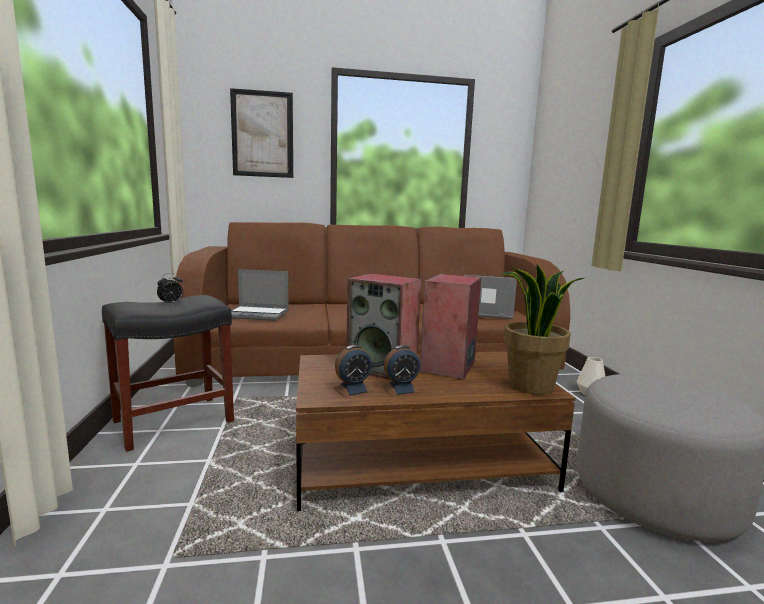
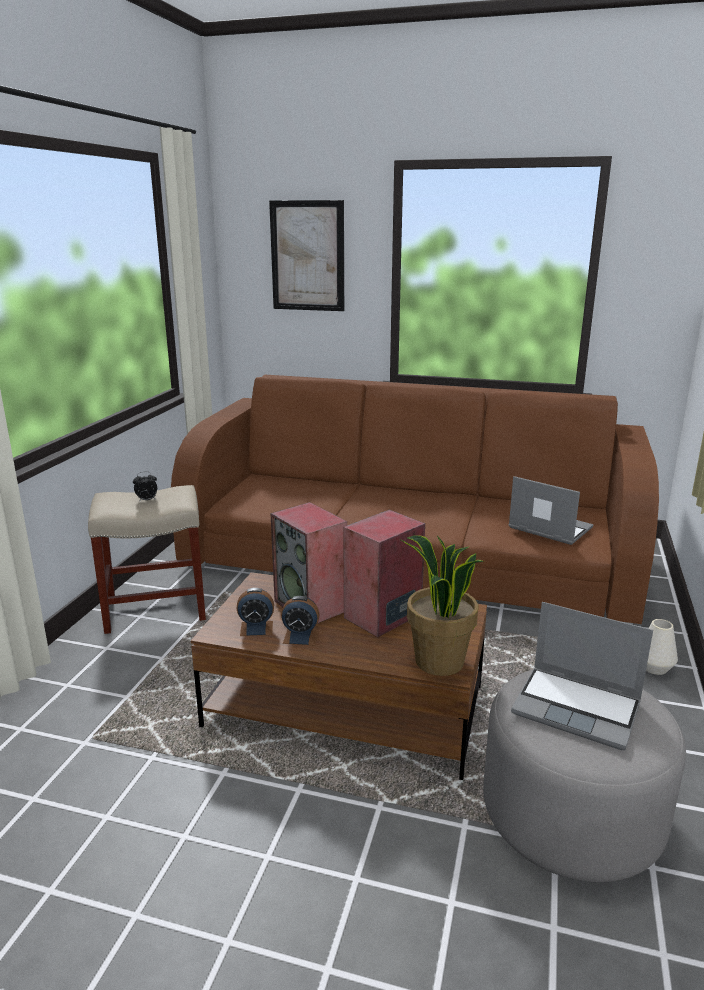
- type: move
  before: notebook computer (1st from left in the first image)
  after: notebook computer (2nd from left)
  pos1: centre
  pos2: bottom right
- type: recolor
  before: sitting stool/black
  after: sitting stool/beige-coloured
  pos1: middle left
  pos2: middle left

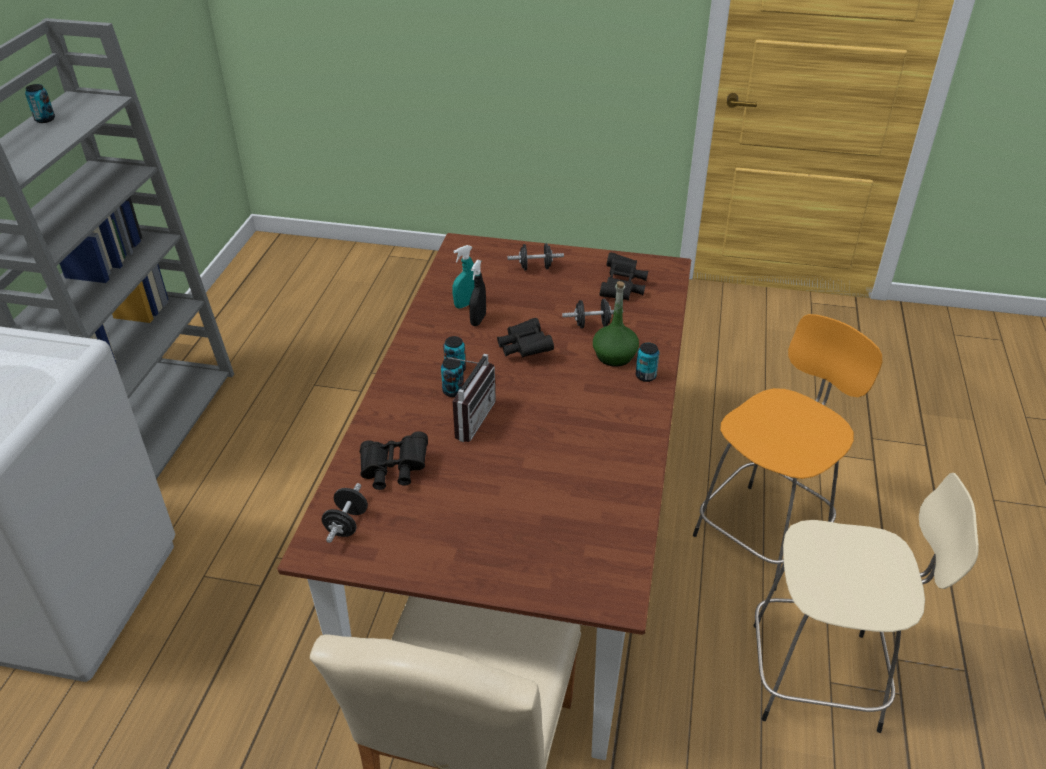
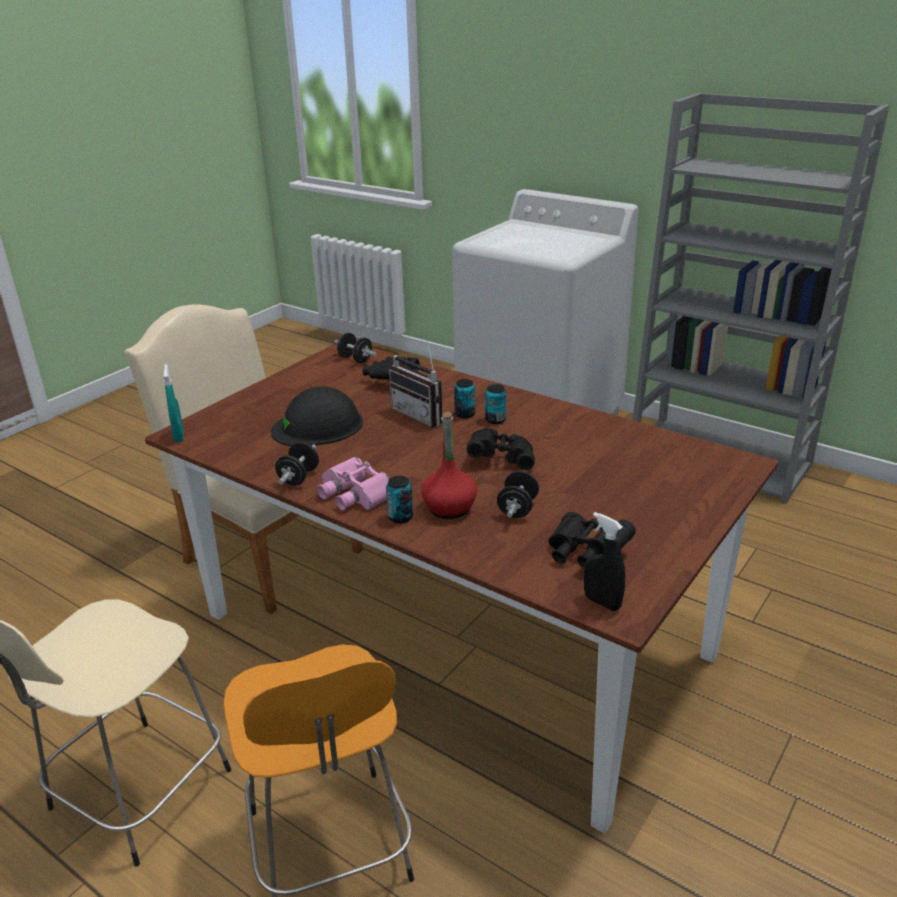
- type: delete
  before: metal can (1st from left)
  pos1: top left
- type: insert
  after: hard hat/black
  pos2: centre
- type: insert
  after: binoculars/pink
  pos2: centre
- type: move
  before: hand sprayer/blue-green
  pos1: centre
  pos2: middle left
- type: move
  before: hand sprayer/black
  pos1: centre
  pos2: middle right
- type: move
  before: free weight/black (2nd from left in the first image)
  after: free weight/black (1st from left)
  pos1: centre
  pos2: middle left
- type: recolor
  before: drink bottle/green
  after: drink bottle/reddish
  pos1: centre
  pos2: centre

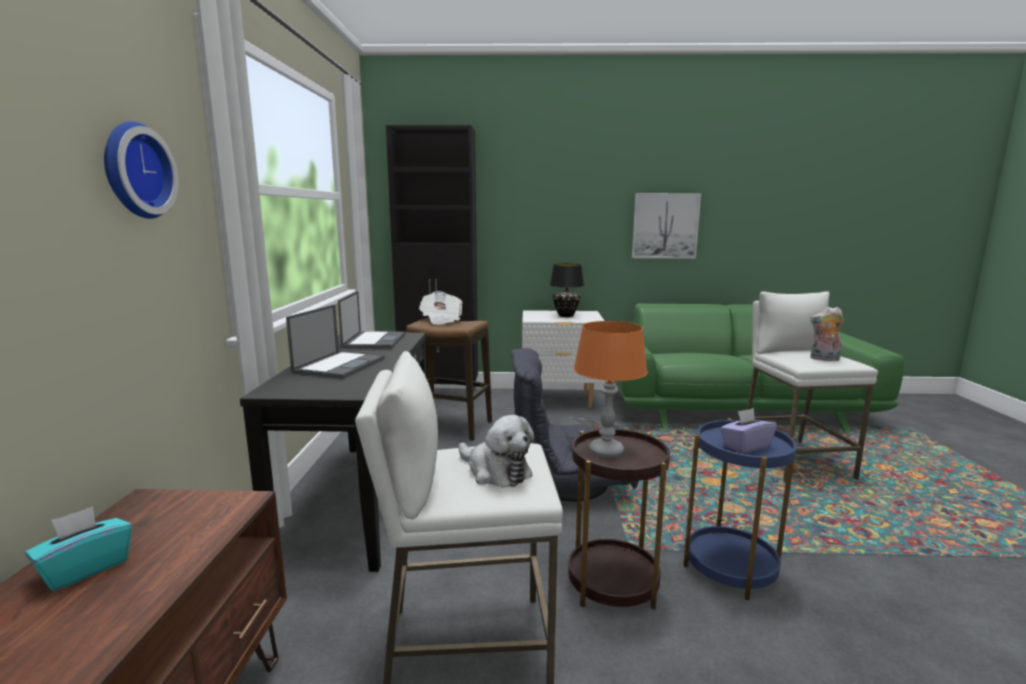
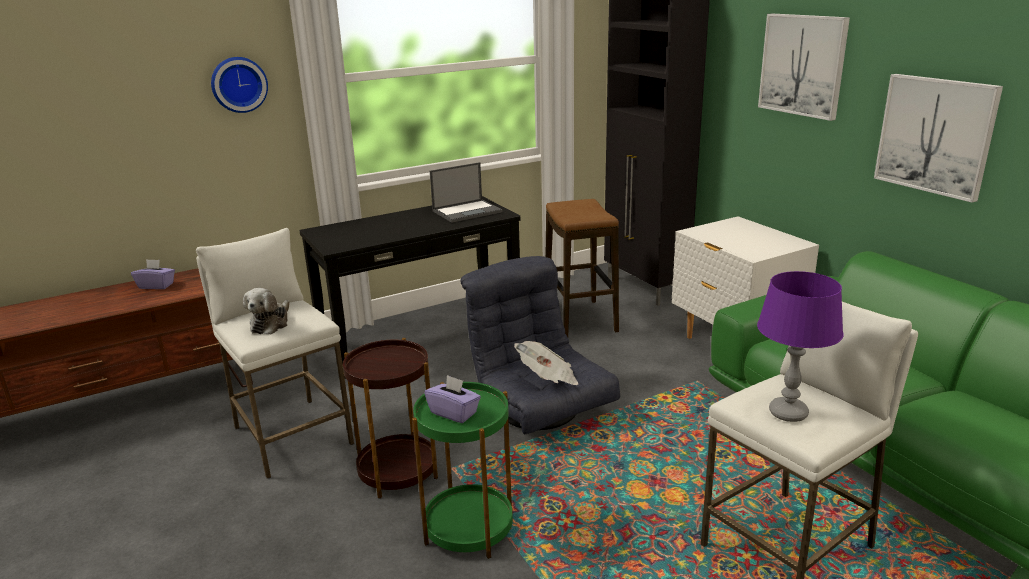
- type: delete
  before: notebook computer (1st from left)
  pos1: middle left
- type: delete
  before: daily paper (1st from left)
  pos1: centre
- type: delete
  before: tabletop lamp/black
  pos1: centre
- type: delete
  before: tabletop lamp/orange
  pos1: centre
- type: insert
  after: wall picture (1st from left)
  pos2: top right
- type: replace
  before: soft toy (2nd from left)
  after: tabletop lamp/purple
  pos1: middle right
  pos2: middle right
- type: recolor
  before: box of tissues/blue-green
  after: box of tissues/purple (1st from left)
  pos1: bottom left
  pos2: middle left
- type: recolor
  before: accent table/blue
  after: accent table/green
  pos1: bottom right
  pos2: bottom centre

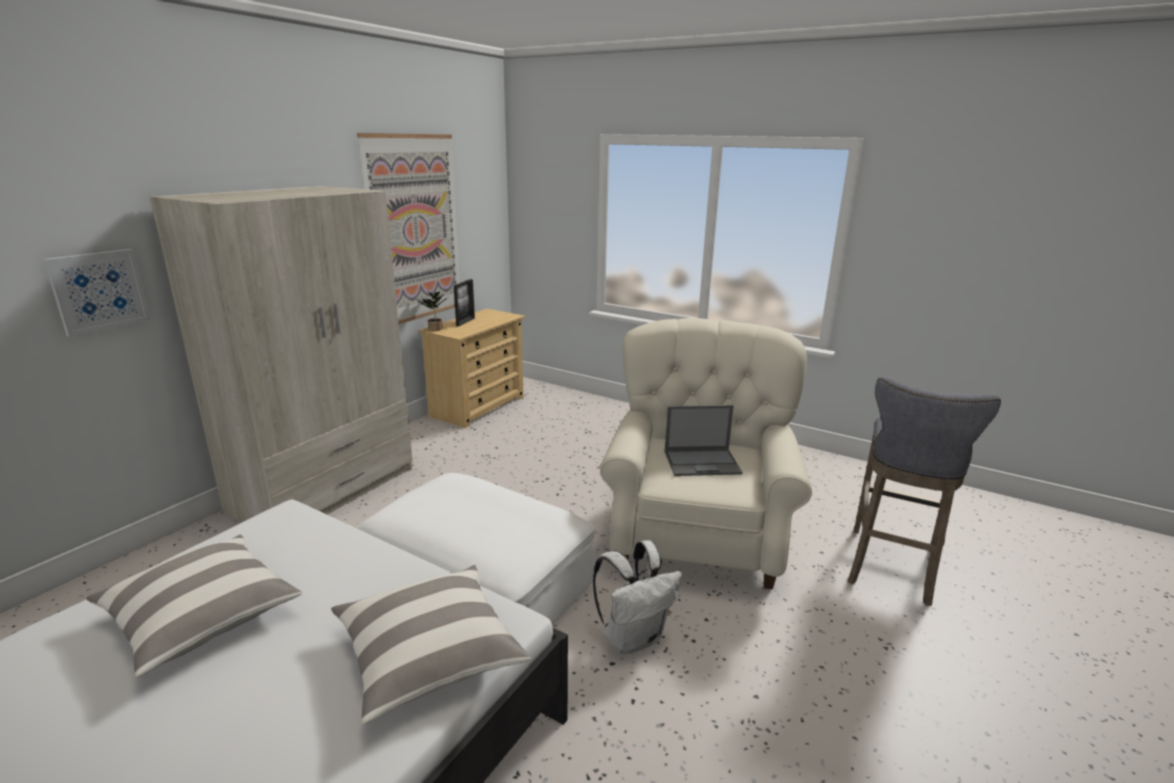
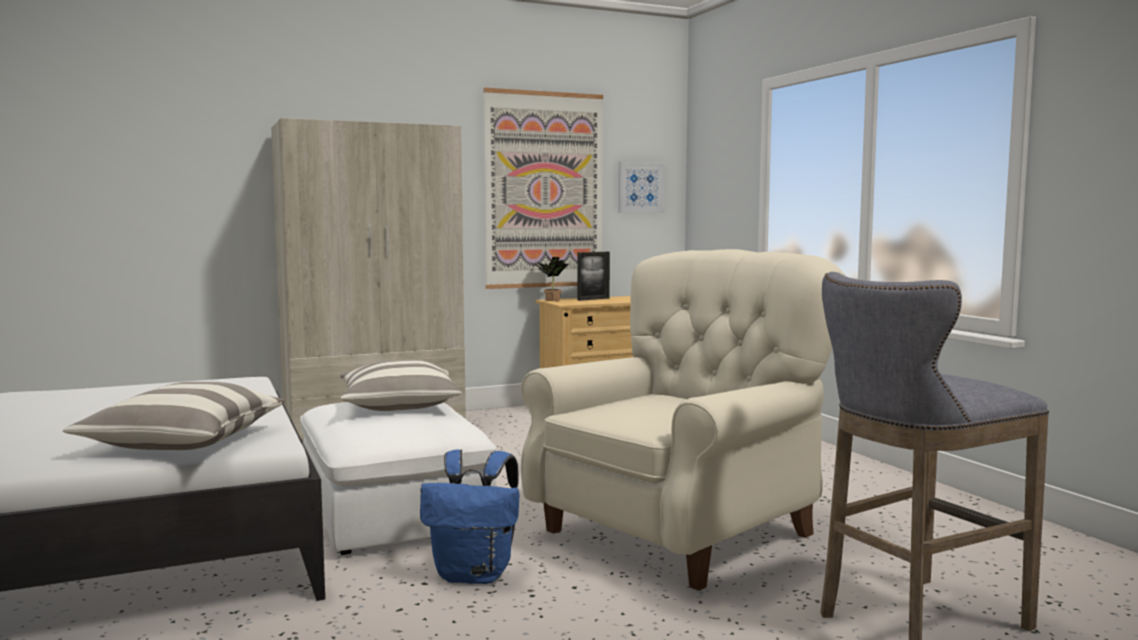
- type: delete
  before: notebook computer
  pos1: centre
- type: move
  before: wall picture (1st from left in the first image)
  after: wall picture (2nd from left)
  pos1: middle left
  pos2: top centre
- type: move
  before: cushion (1st from left in the first image)
  after: cushion (2nd from left)
  pos1: bottom left
  pos2: centre
- type: recolor
  before: rucksack/whitish
  after: rucksack/blue
  pos1: bottom centre
  pos2: bottom centre

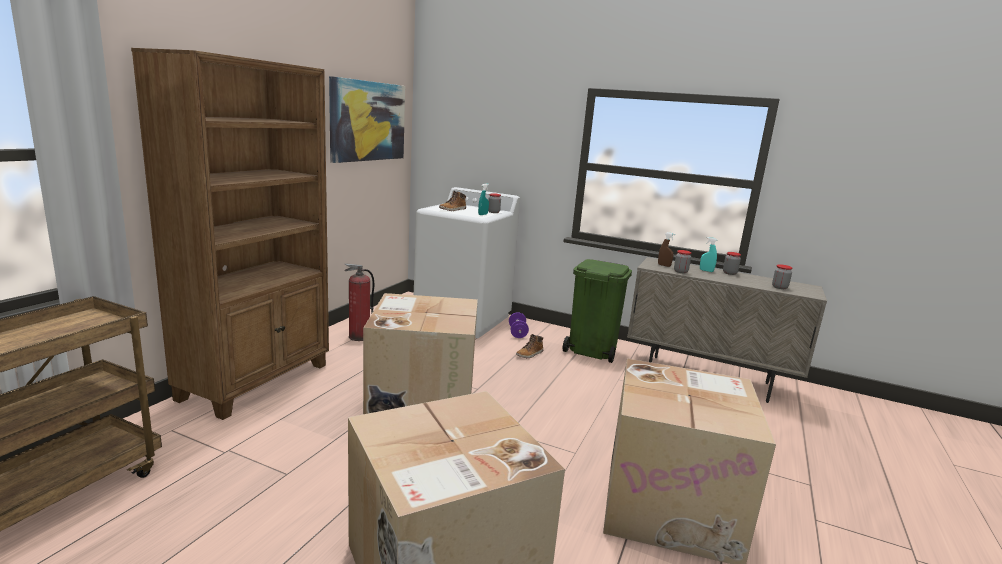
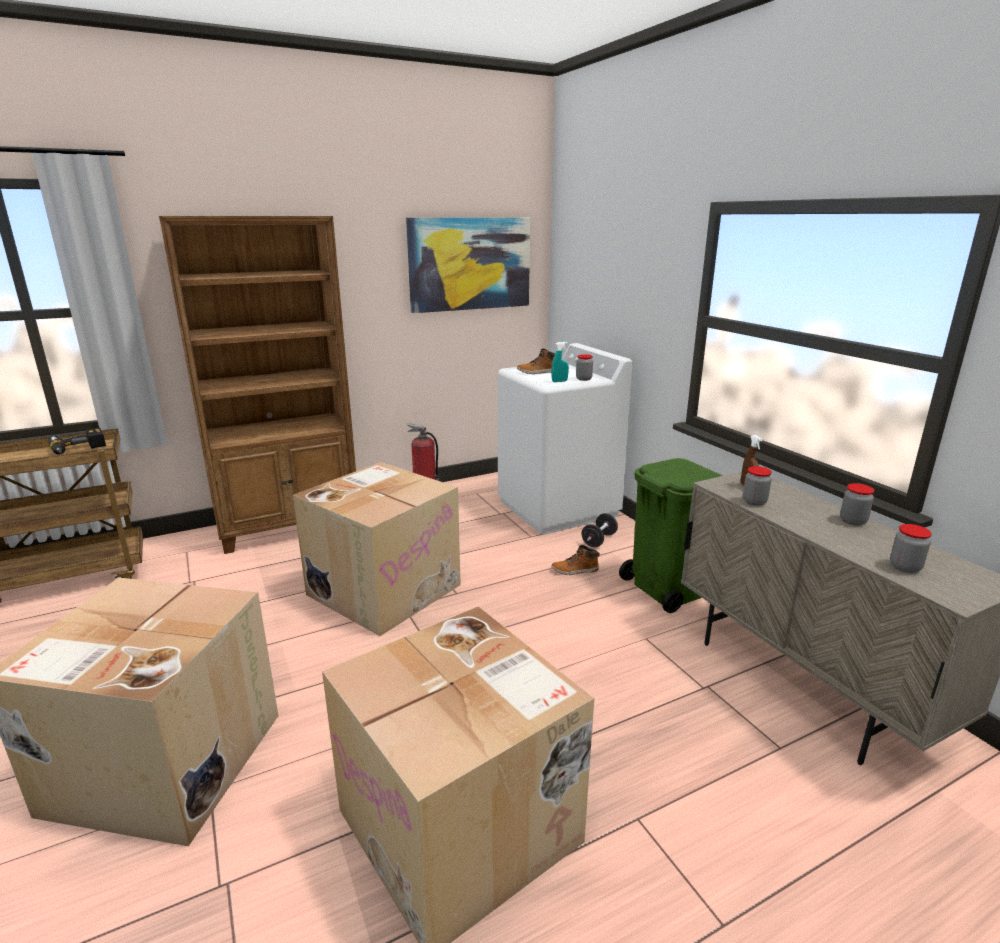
- type: delete
  before: hand sprayer/blue-green (2nd from left)
  pos1: middle right
- type: insert
  after: drill
  pos2: middle left
- type: recolor
  before: free weight/purple
  after: free weight/black
  pos1: centre
  pos2: centre

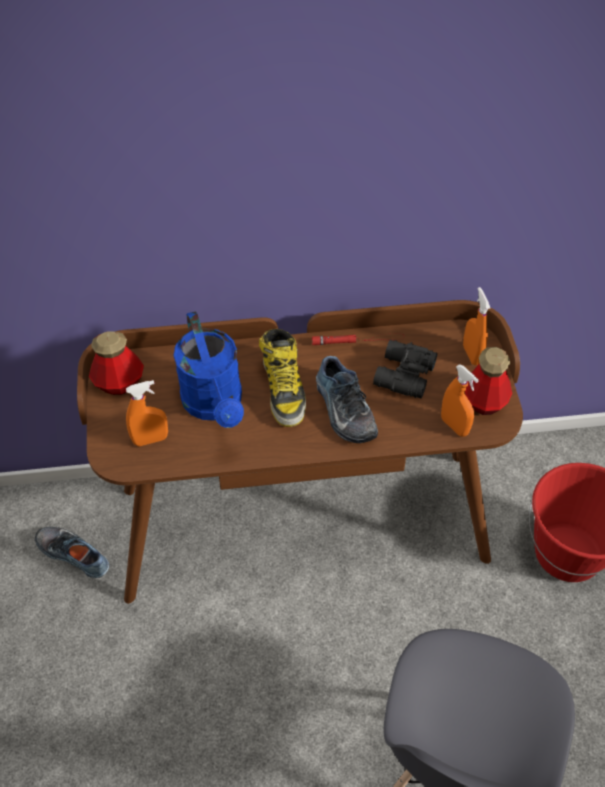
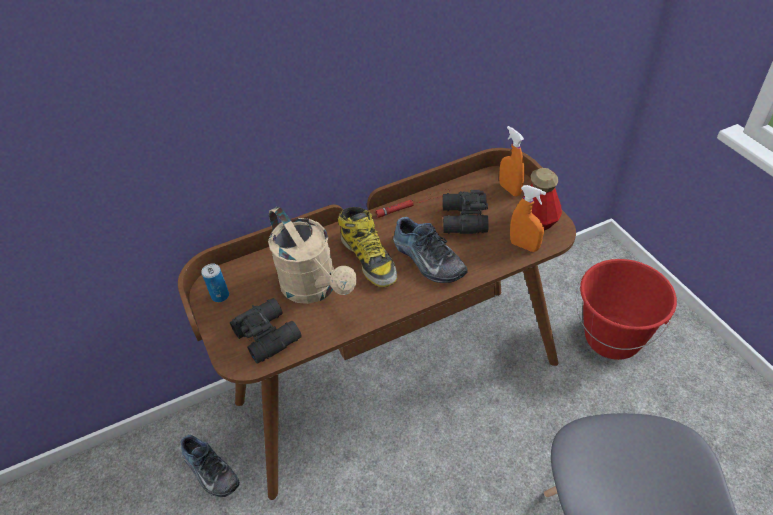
- type: replace
  before: drink bottle (1st from left)
  after: metal can
  pos1: middle left
  pos2: middle left
- type: replace
  before: hand sprayer/orange (1st from left)
  after: binoculars/black (1st from left)
  pos1: middle left
  pos2: centre
- type: recolor
  before: watering can/blue
  after: watering can/beige-coloured
  pos1: centre
  pos2: centre
- type: rotate
  before: item of footwear (1st from left)
  pos1: bottom left
  pos2: bottom left
  turn: -150

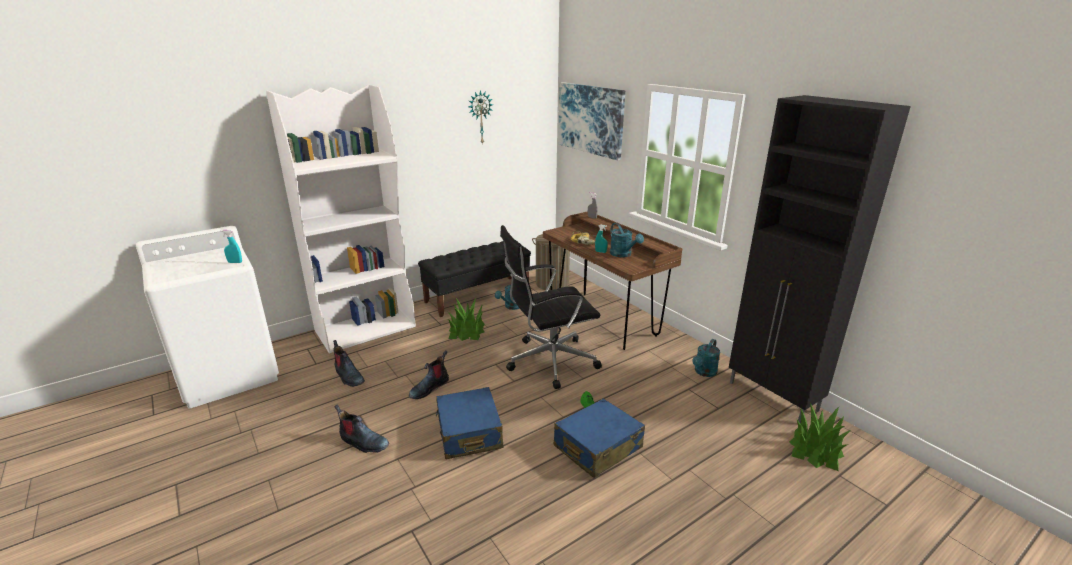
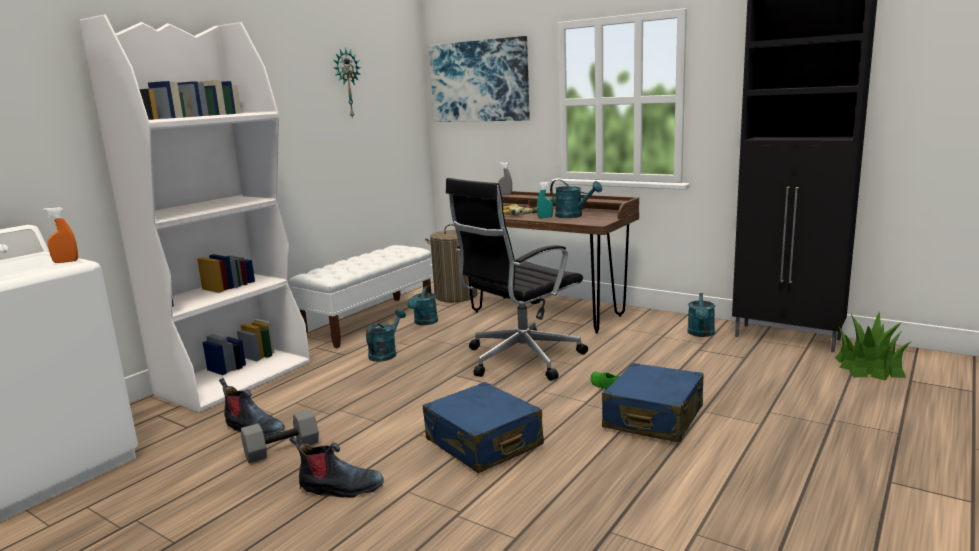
- type: delete
  before: tall boot (3rd from left)
  pos1: centre
- type: insert
  after: free weight/grey
  pos2: bottom left
- type: replace
  before: houseplant (1st from left)
  after: watering can/blue-green (1st from left)
  pos1: centre
  pos2: centre
- type: recolor
  before: hand sprayer/blue-green (1st from left)
  after: hand sprayer/orange
  pos1: middle left
  pos2: middle left
- type: recolor
  before: bench/black
  after: bench/whitish
  pos1: centre
  pos2: centre

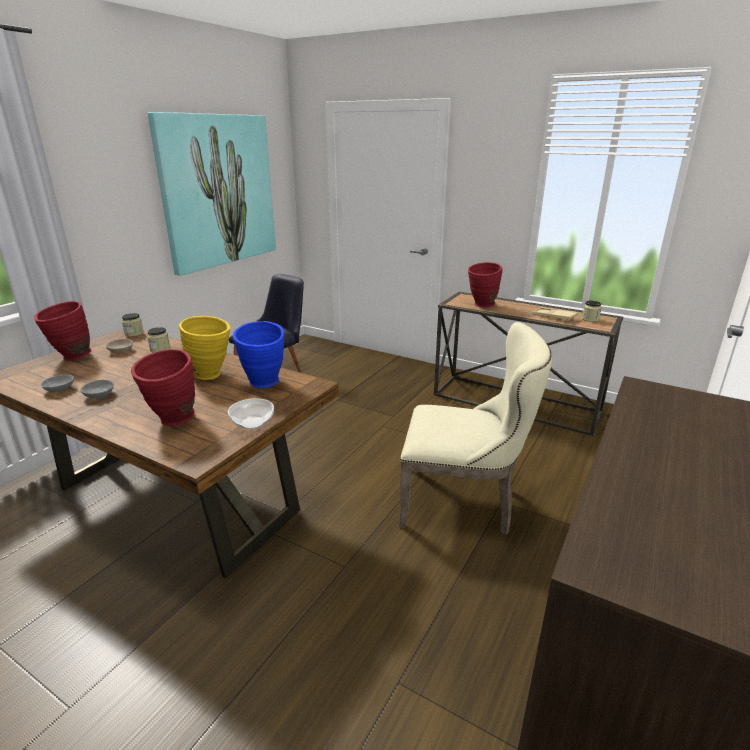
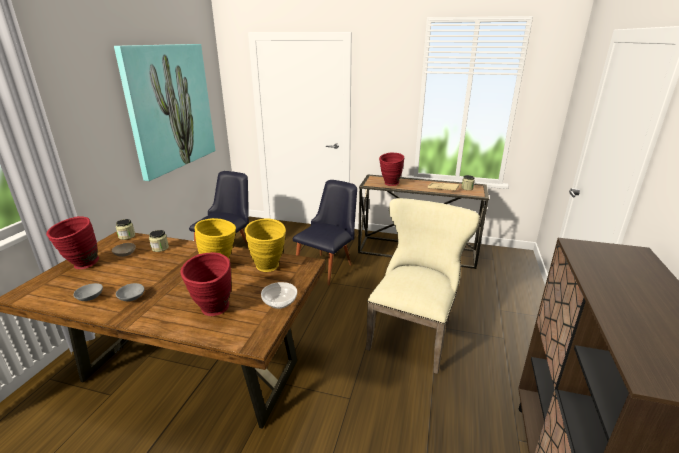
- type: insert
  after: upright chair/black (2nd from left)
  pos2: centre
- type: recolor
  before: flower vase/blue
  after: flower vase/yellowish (2nd from left)
  pos1: centre
  pos2: centre
- type: rotate
  before: upright chair/beige-coloured
  pos1: centre
  pos2: centre
  turn: -60

